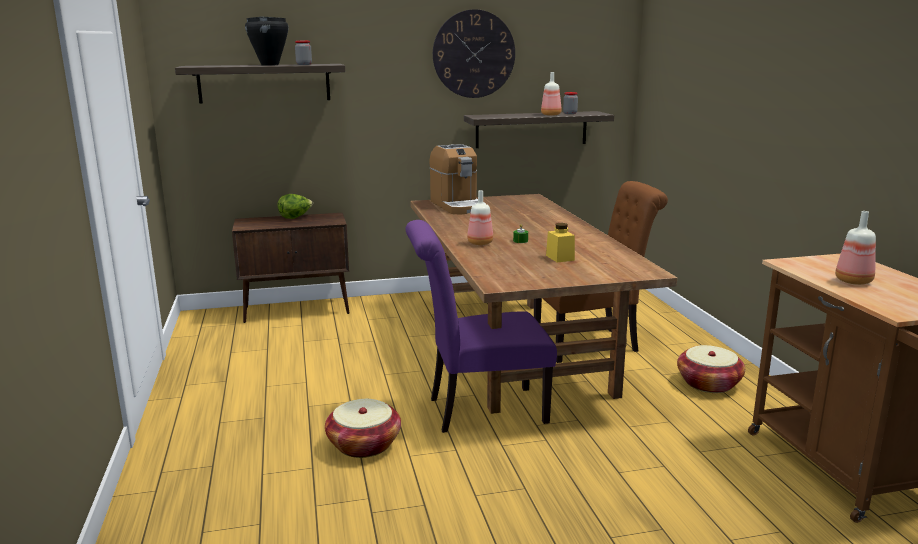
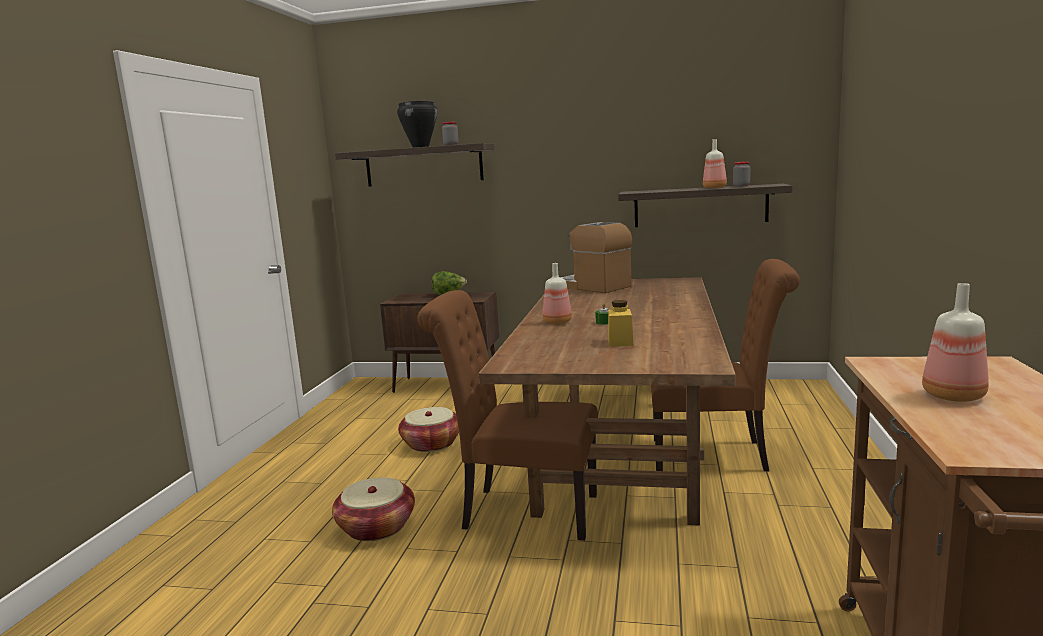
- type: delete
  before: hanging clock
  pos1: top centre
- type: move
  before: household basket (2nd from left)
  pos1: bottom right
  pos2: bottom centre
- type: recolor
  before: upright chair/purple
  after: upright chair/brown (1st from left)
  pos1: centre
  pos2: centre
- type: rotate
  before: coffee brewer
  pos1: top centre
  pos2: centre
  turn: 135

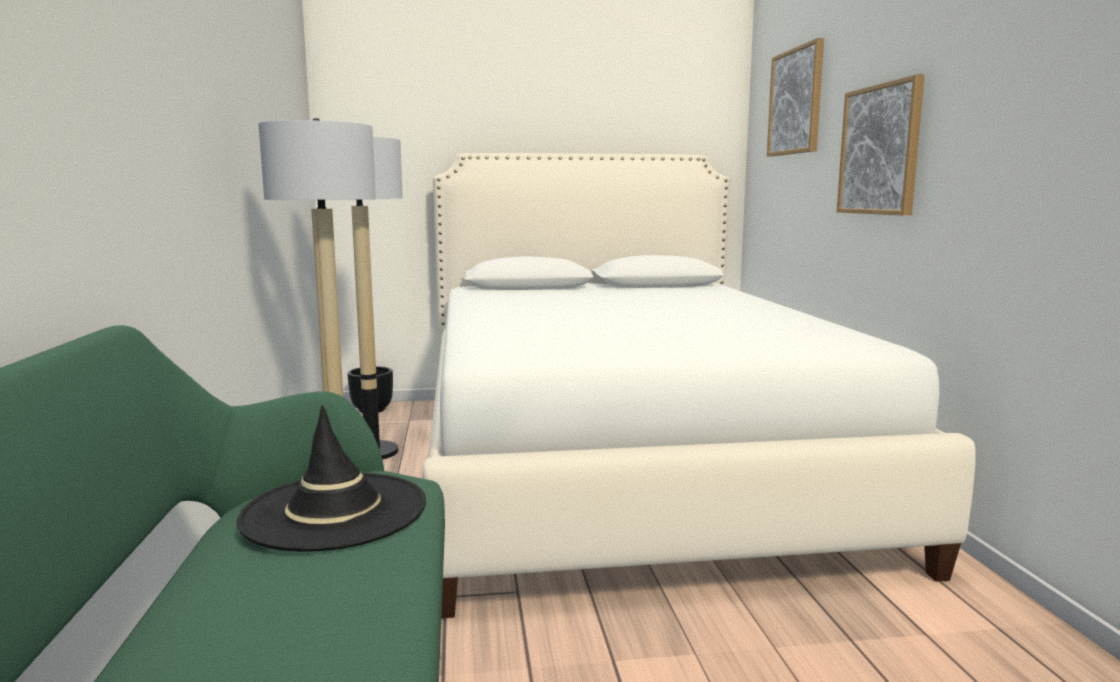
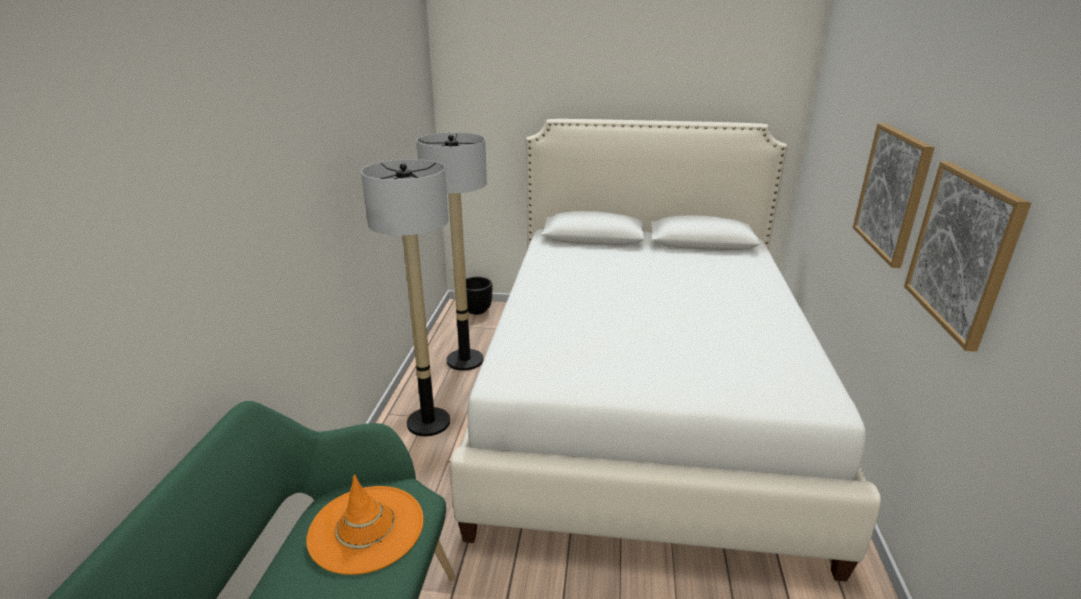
- type: move
  before: wall picture (1st from left in the first image)
  after: wall picture (2nd from left)
  pos1: top right
  pos2: middle right
- type: recolor
  before: clothing hat/black
  after: clothing hat/orange
  pos1: bottom left
  pos2: bottom centre

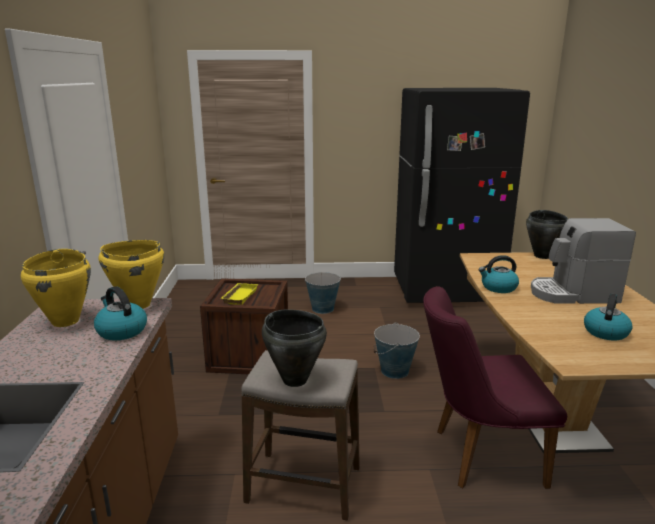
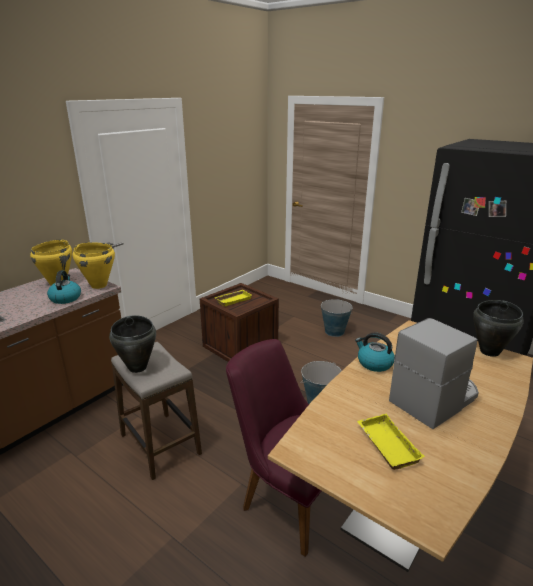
- type: replace
  before: water kettle (3rd from left)
  after: serving tray/yellowish (2nd from left)
  pos1: middle right
  pos2: bottom right
- type: rotate
  before: coffee brewer
  pos1: middle right
  pos2: middle right
  turn: 105

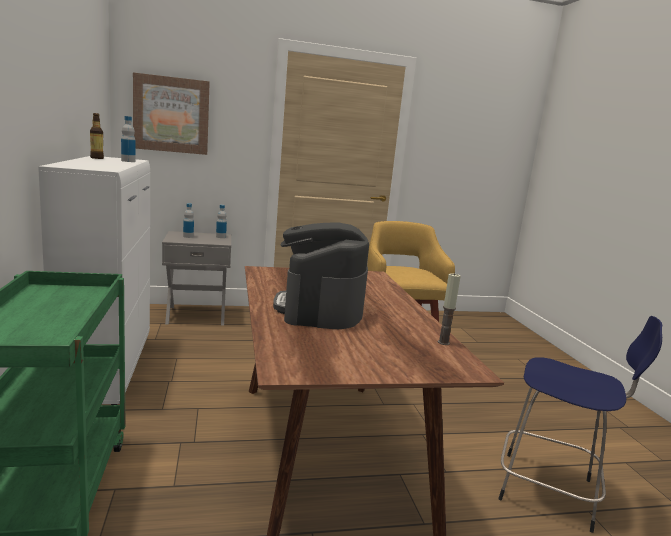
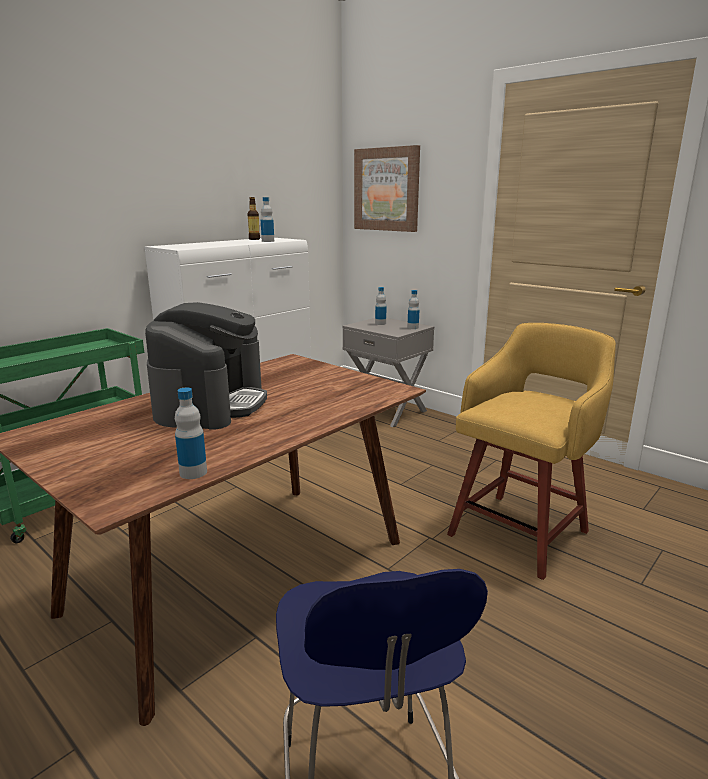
- type: replace
  before: wax candle
  after: drink bottle (1st from left)
  pos1: middle right
  pos2: middle left
- type: rotate
  before: coffee brewer
  pos1: centre
  pos2: middle left
  turn: 135

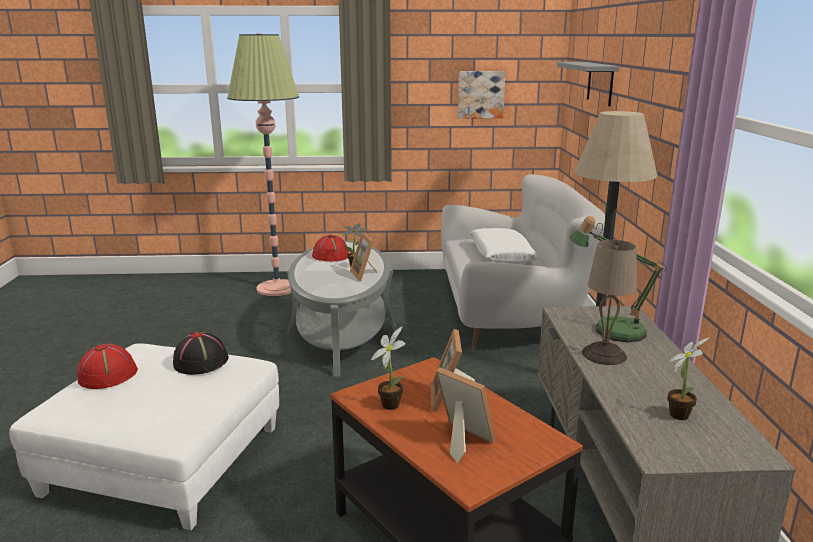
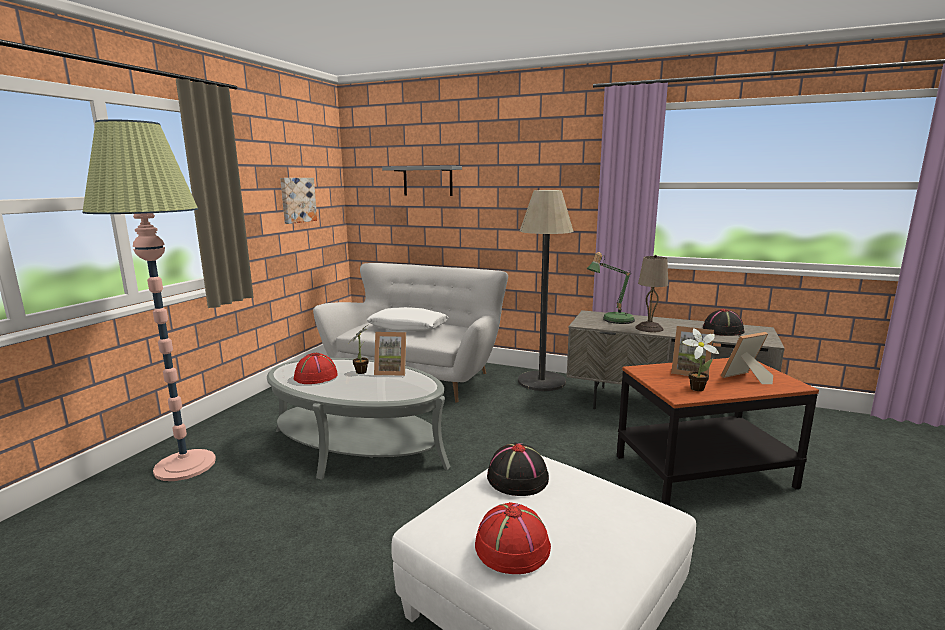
- type: replace
  before: houseplant (3rd from left)
  after: clothing hat/black (2nd from left)
  pos1: bottom right
  pos2: middle right

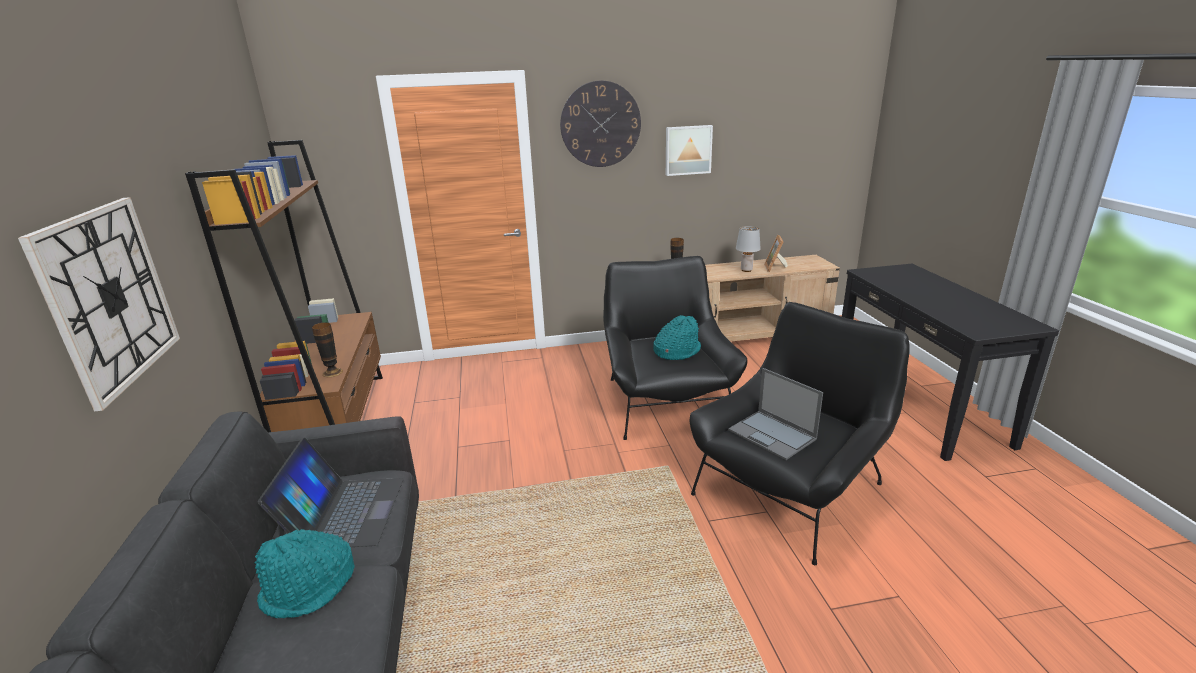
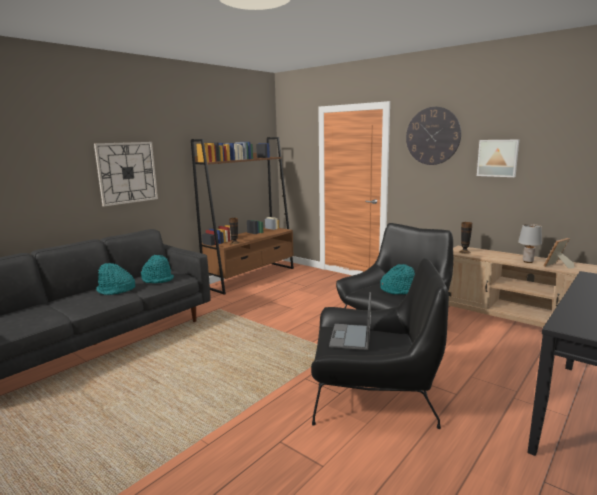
- type: replace
  before: notebook computer (1st from left)
  after: clothing hat/blue-green (2nd from left)
  pos1: bottom left
  pos2: middle left

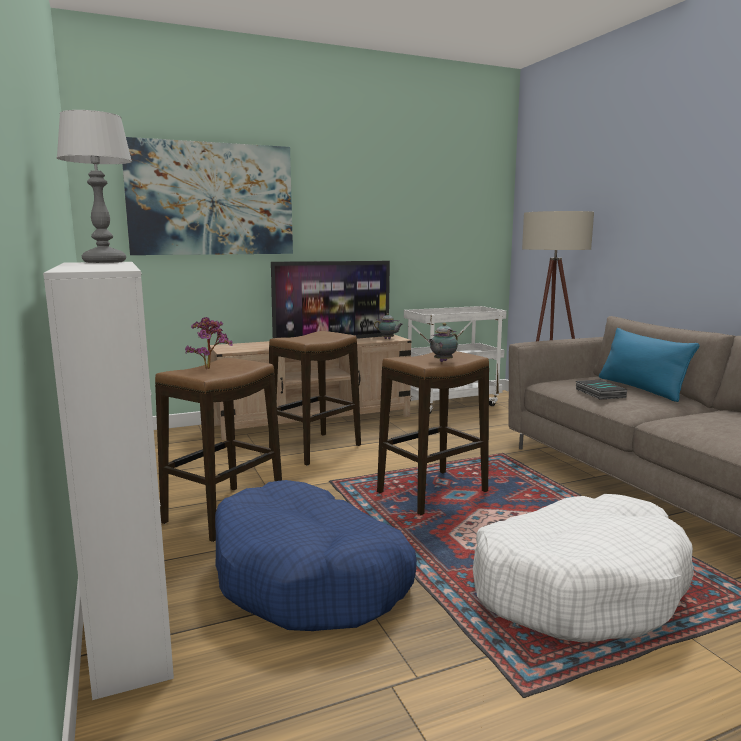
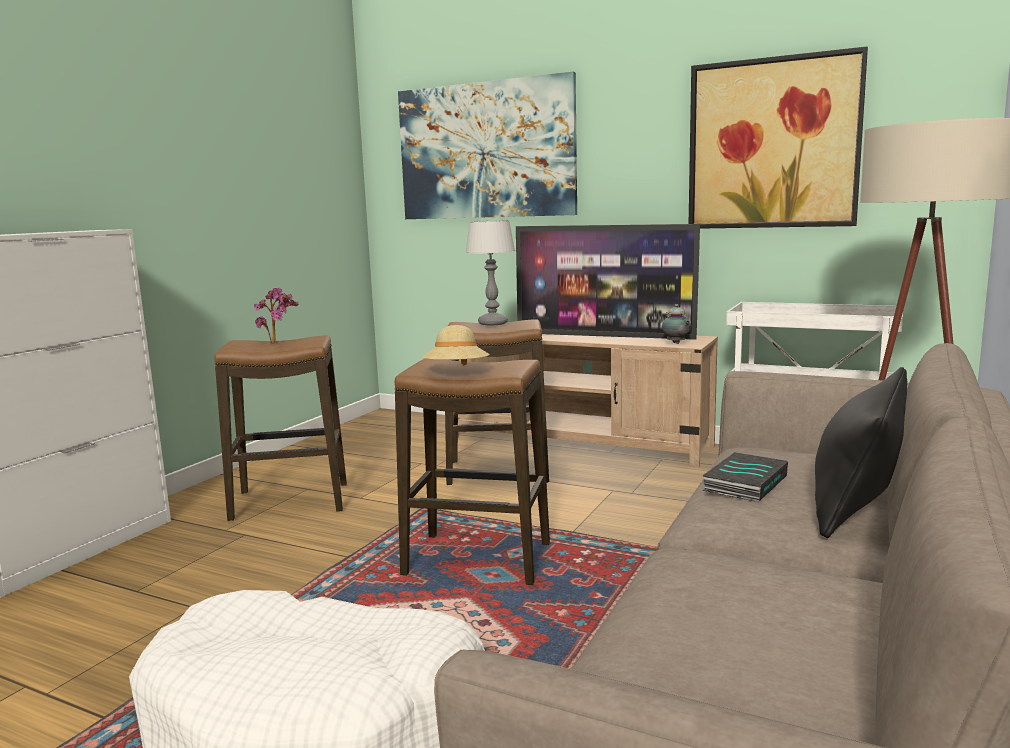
- type: delete
  before: pet bed/blue
  pos1: bottom centre
- type: insert
  after: wall picture (2nd from left)
  pos2: top right
- type: move
  before: tabletop lamp
  pos1: top left
  pos2: centre
- type: replace
  before: teapot (2nd from left)
  after: clothing hat/beige-coloured
  pos1: centre
  pos2: centre
- type: recolor
  before: cushion/blue
  after: cushion/black
  pos1: middle right
  pos2: middle right

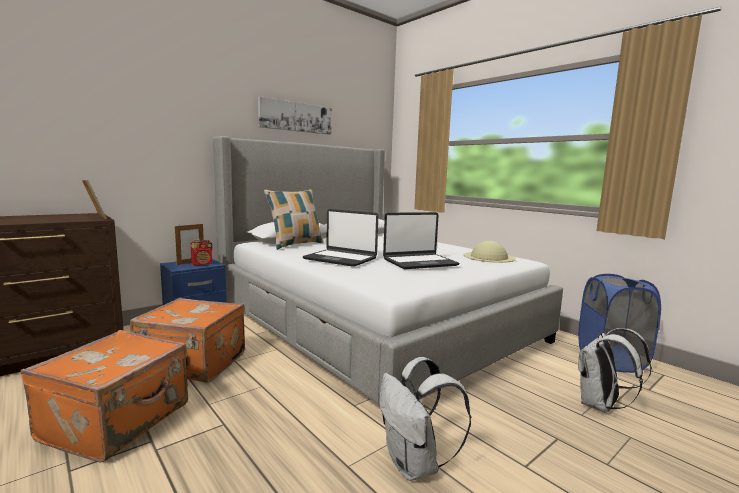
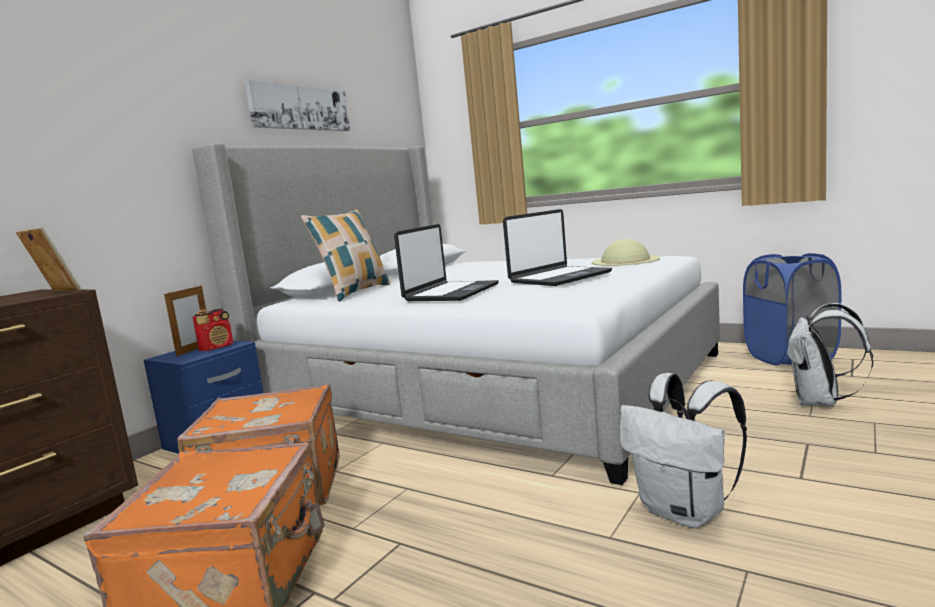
- type: rotate
  before: notebook computer (1st from left)
  pos1: centre
  pos2: centre
  turn: -75

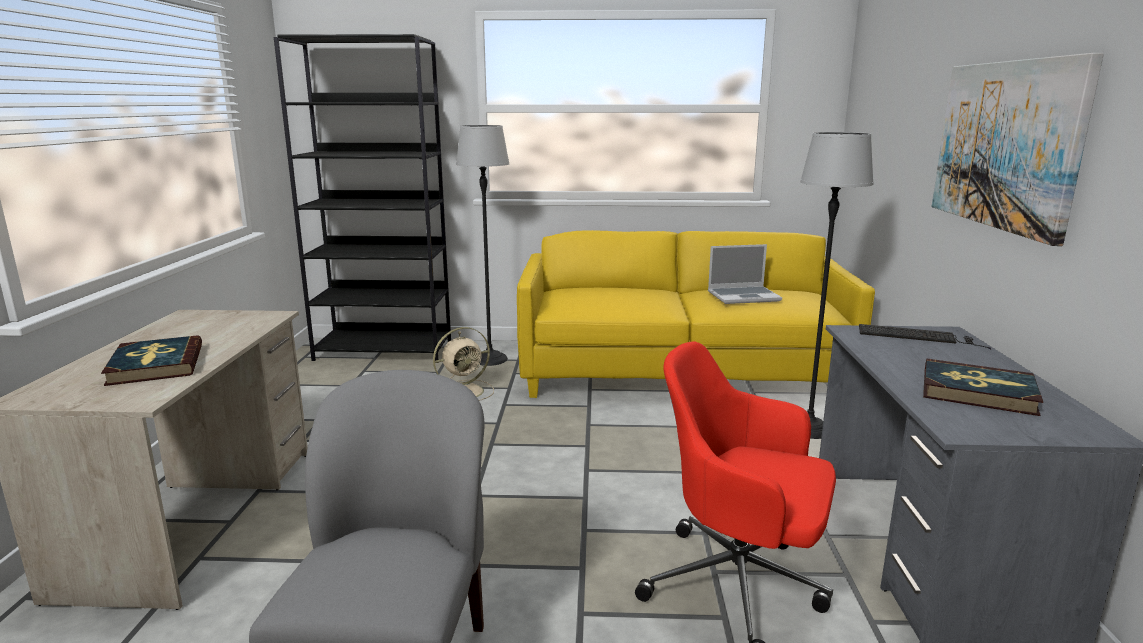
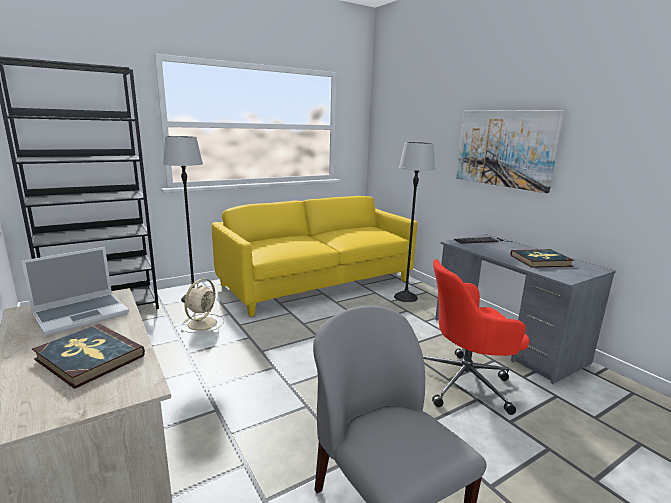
- type: move
  before: notebook computer
  pos1: centre
  pos2: middle left

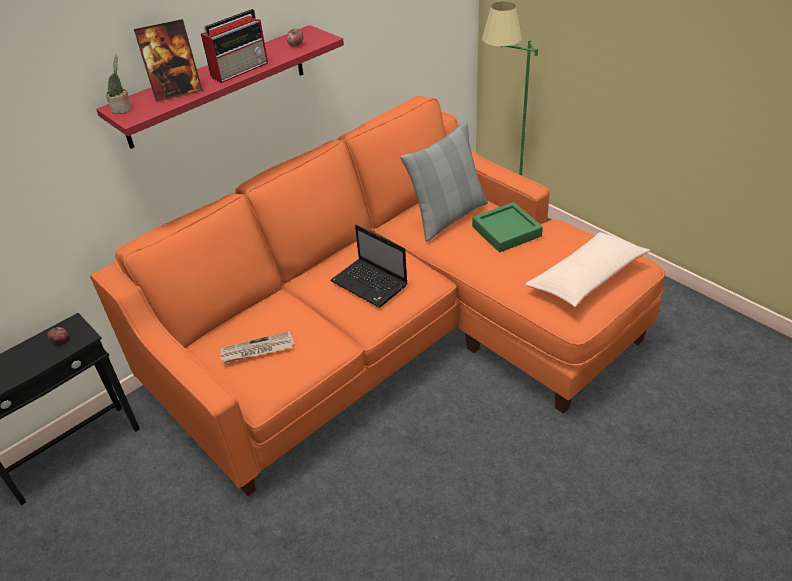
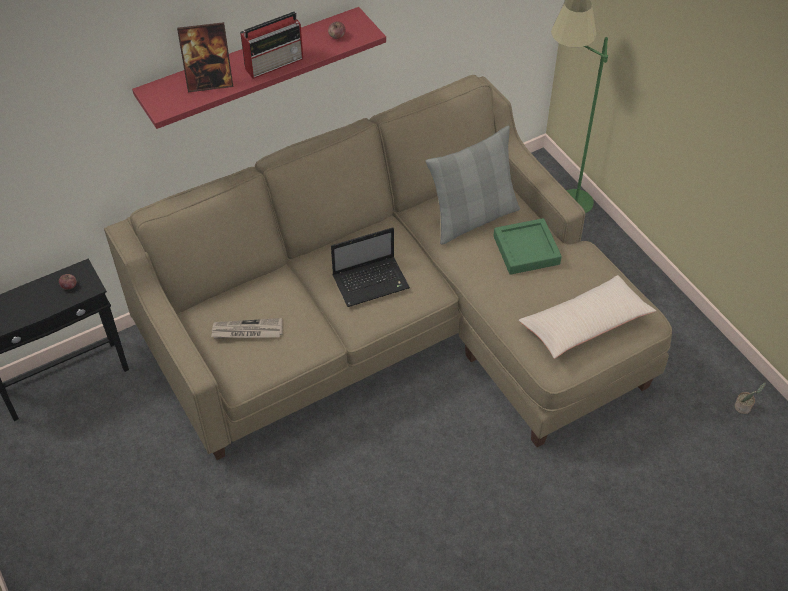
- type: move
  before: houseplant
  pos1: top left
  pos2: bottom right
- type: recolor
  before: sofa/orange
  after: sofa/beige-coloured
  pos1: centre
  pos2: centre
- type: rotate
  before: notebook computer
  pos1: centre
  pos2: centre
  turn: -75

